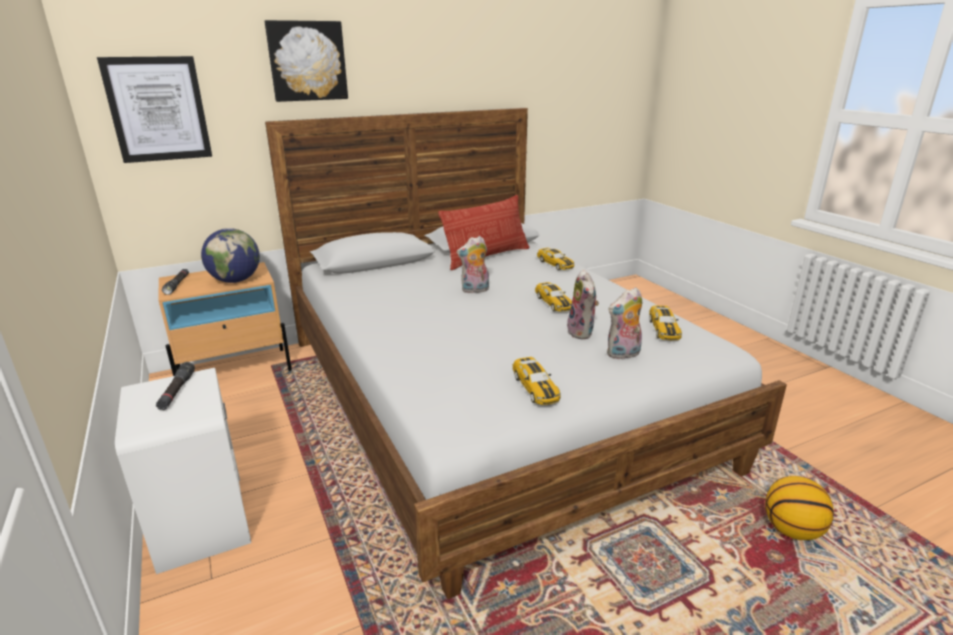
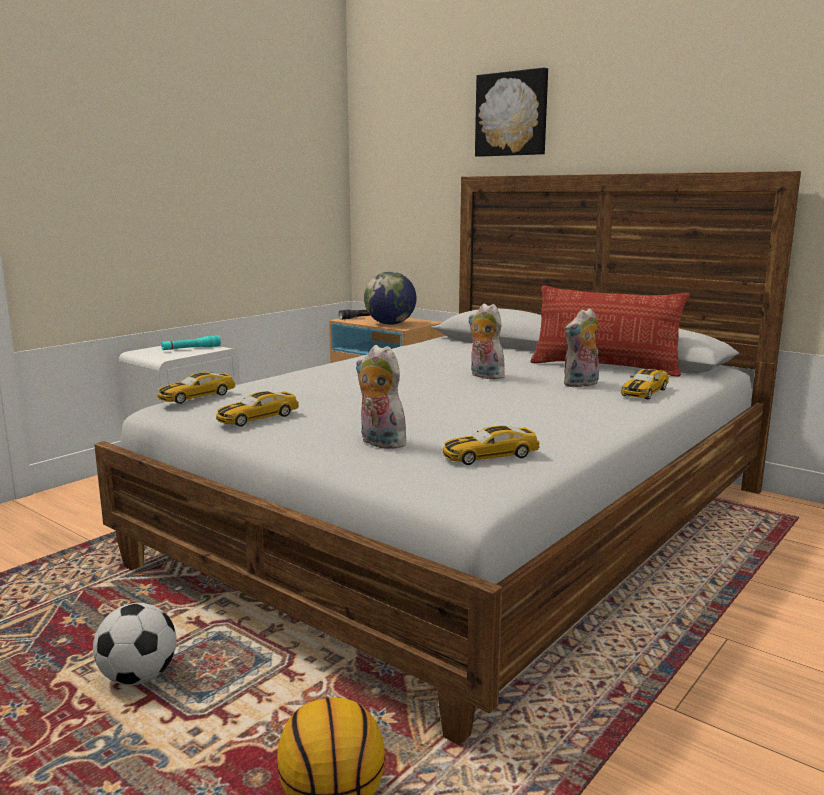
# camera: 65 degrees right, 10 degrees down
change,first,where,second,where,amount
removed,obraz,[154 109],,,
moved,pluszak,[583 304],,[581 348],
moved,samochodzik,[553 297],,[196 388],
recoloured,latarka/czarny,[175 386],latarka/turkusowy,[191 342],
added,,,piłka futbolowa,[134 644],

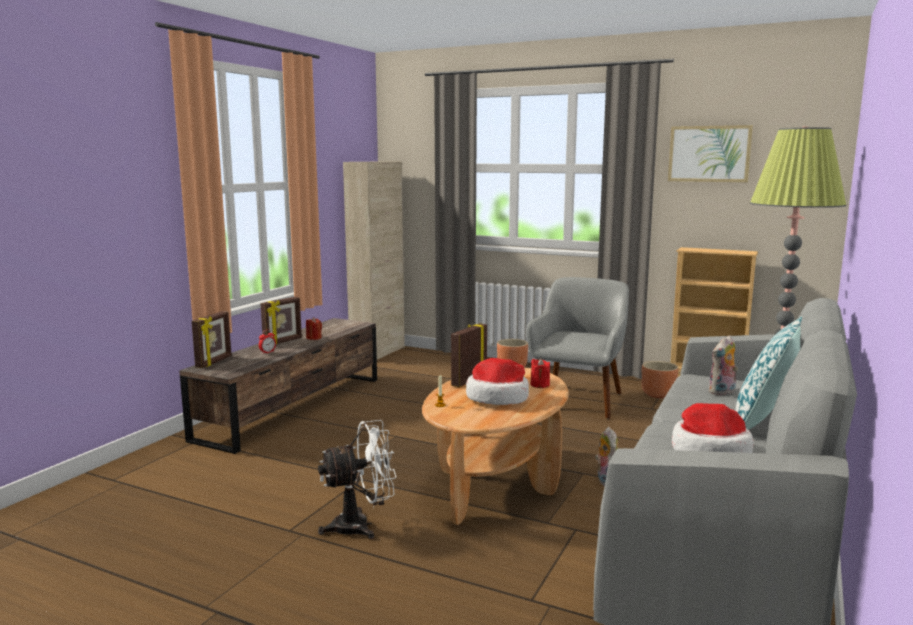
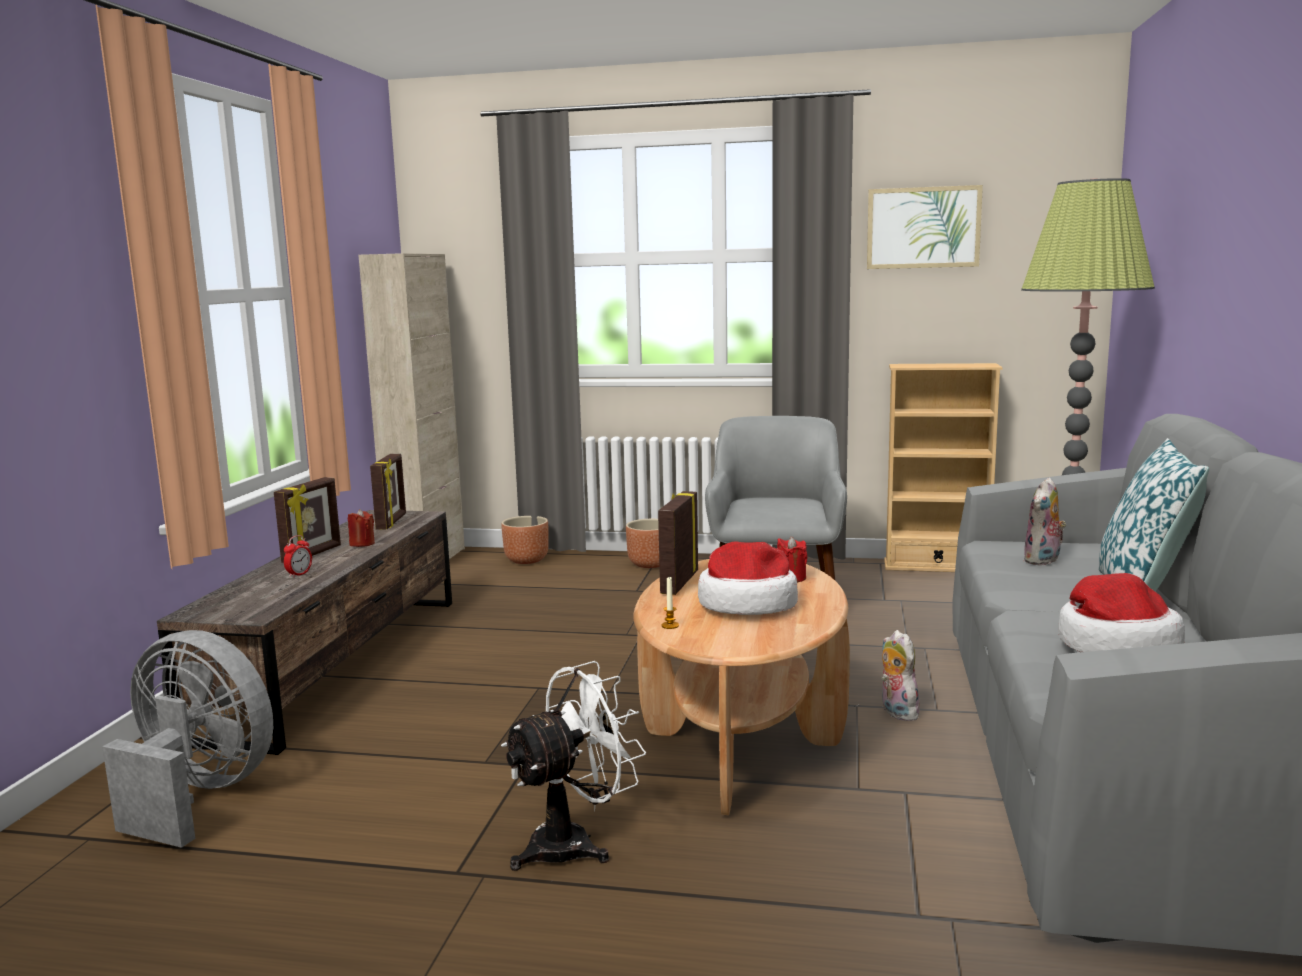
# camera: 15 degrees left, 0 degrees up
change,first,where,second,where,amount
moved,ramka na zdjęcie,[212 339],,[388 491],
moved,donica/brązowy,[660 379],,[525 540],
added,,,wentylator/szary,[187 739],

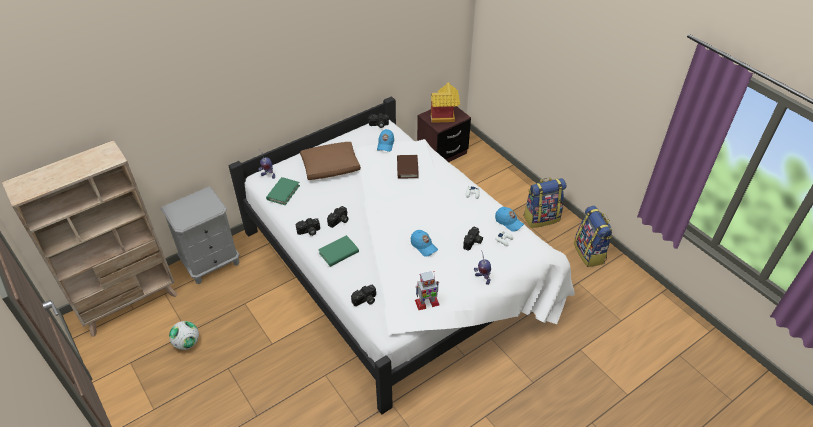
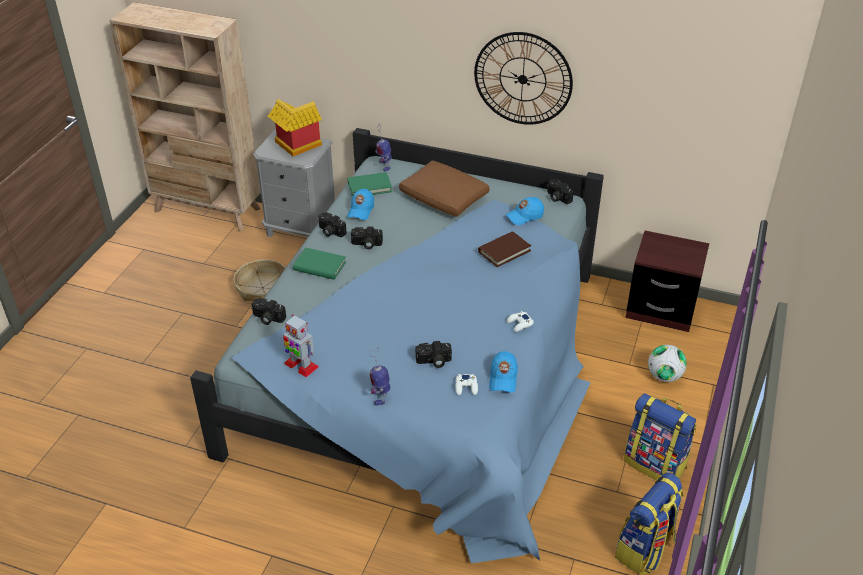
# camera: 55 degrees right, 5 degrees down
change,first,where,second,where,amount
moved,domek,[445 103],,[295 128],
recoloured,łóżko/biały,[402 255],łóżko/niebieski,[397 345],
moved,czapka z daszkiem/niebieski,[424 243],,[360 204],
moved,piłka futbolowa,[184 335],,[667 363],
added,,,zegar ścienny,[523 78],
added,,,koszyk,[259 280],

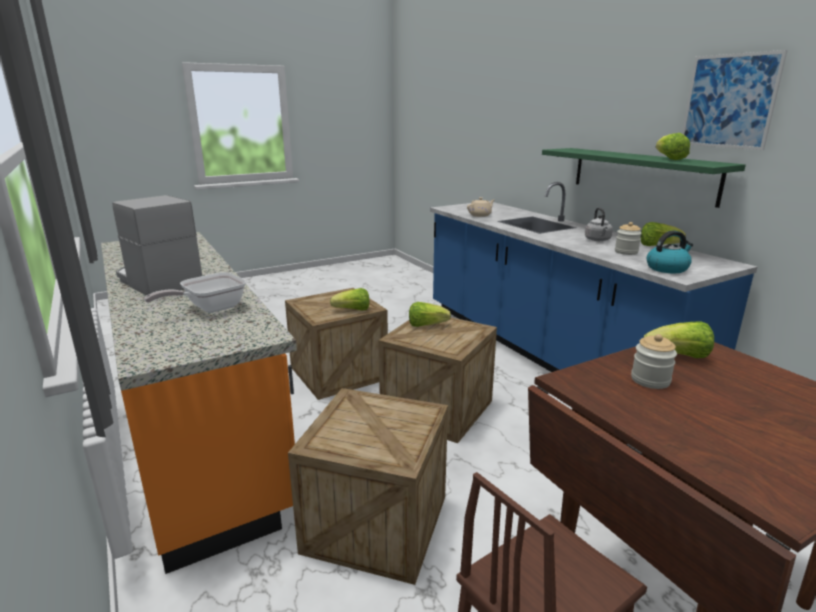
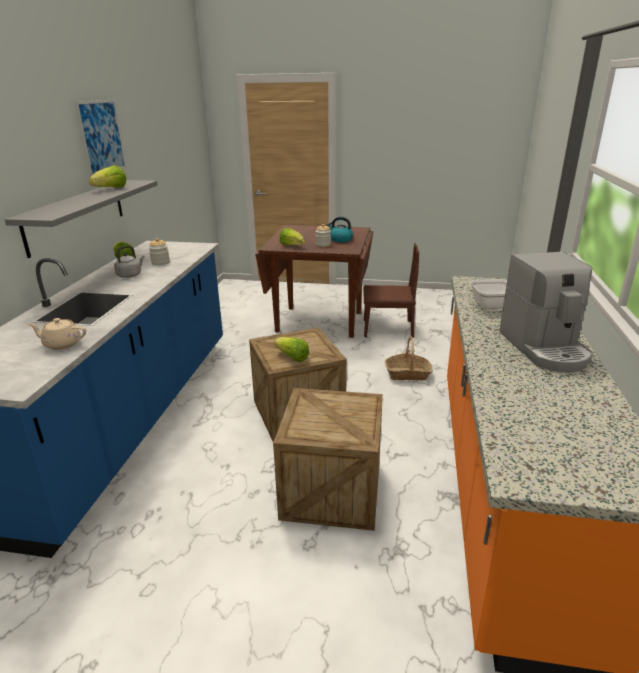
# camera: 140 degrees left, 5 degrees up
change,first,where,second,where,amount
recoloured,półka/zielony,[644 178],półka/szary,[81 219],
moved,czajnik,[669 252],,[339 229],
removed,sałata,[349 299],,,
replaced,skrzynka,[368 486],koszyk,[409 358],

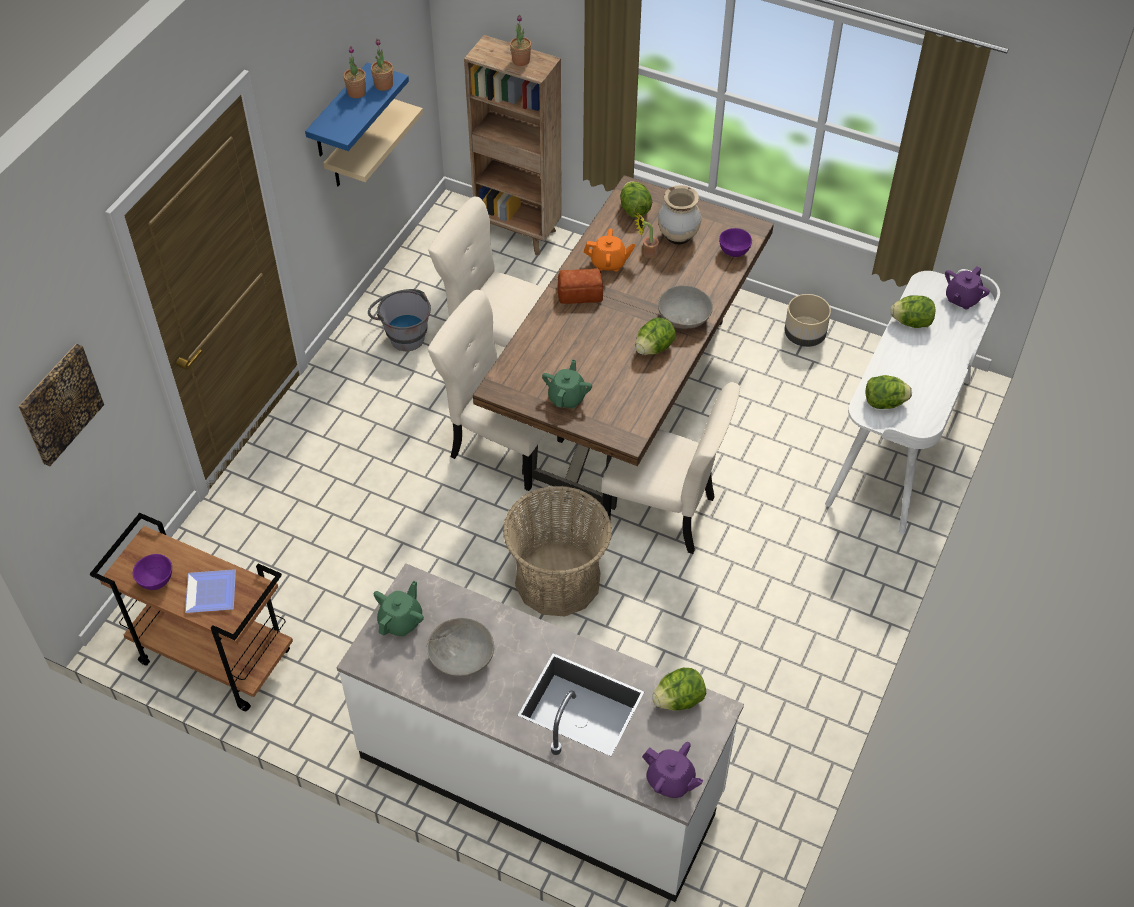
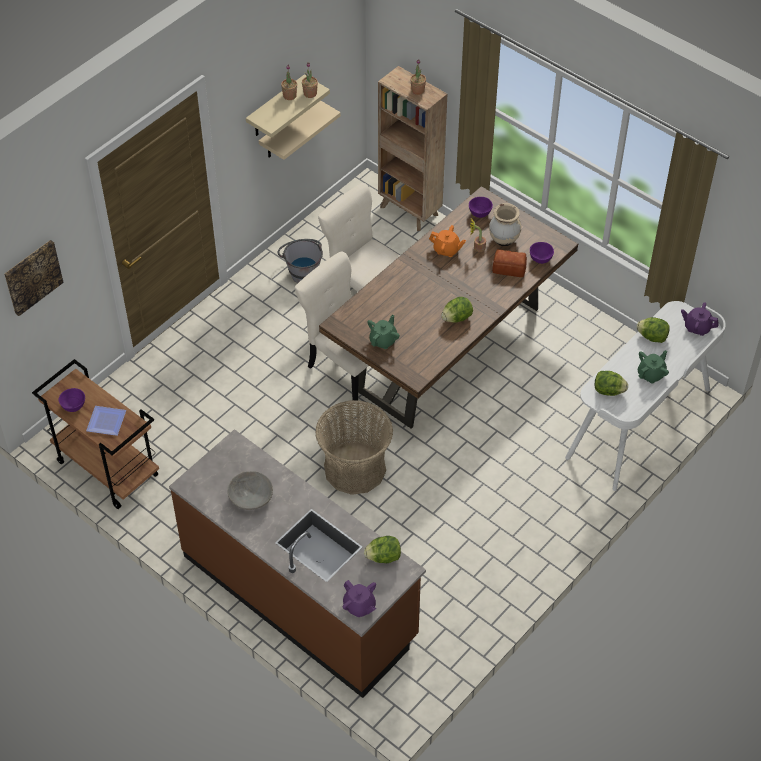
# camera: 15 degrees right, 0 degrees up
change,first,where,second,where,amount
recoloured,półka/niebieski,[357 109],półka/beżowy,[288 106],
replaced,sałata,[636 199],miska/fioletowy,[481 207],
turned,imbryk/fioletowy,[967 288],,[700 319],60 degrees clockwise
moved,chleb,[580 286],,[509 263],
removed,miska/szary,[685 307],,,
removed,donica/beżowy,[807 320],,,
removed,krzesło/beżowy,[670 468],,,
recoloured,zabudowa kuchenna/biały,[540 732],zabudowa kuchenna/brązowy,[297 563],
moved,imbryk/zielony,[399 608],,[653 367],

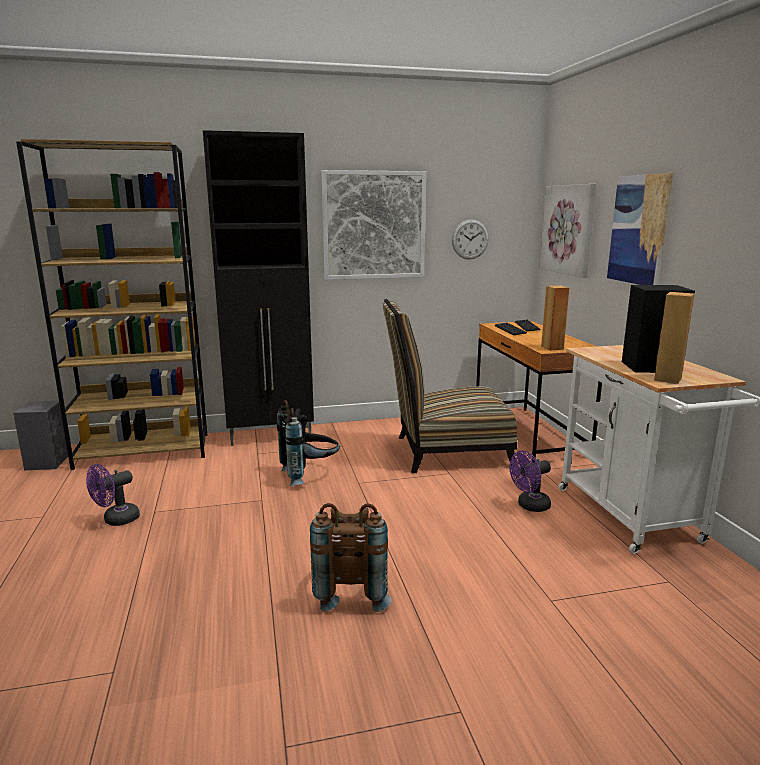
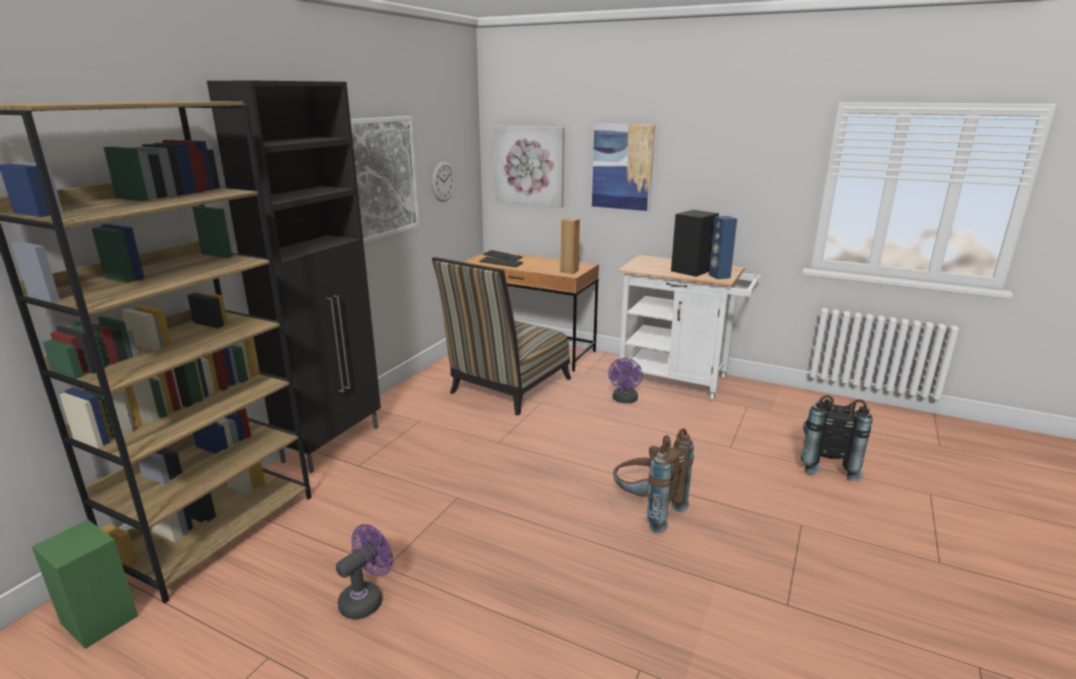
# camera: 50 degrees left, 5 degrees up
change,first,where,second,where,amount
recoloured,głośnik/brązowy,[674 338],głośnik/niebieski,[723 247],
moved,plecak/czarny,[308 443],,[837 438],
recoloured,głośnik/szary,[40 436],głośnik/zielony,[85 584],
turned,wentylator/fioletowy,[113 495],,[364 572],135 degrees counterclockwise

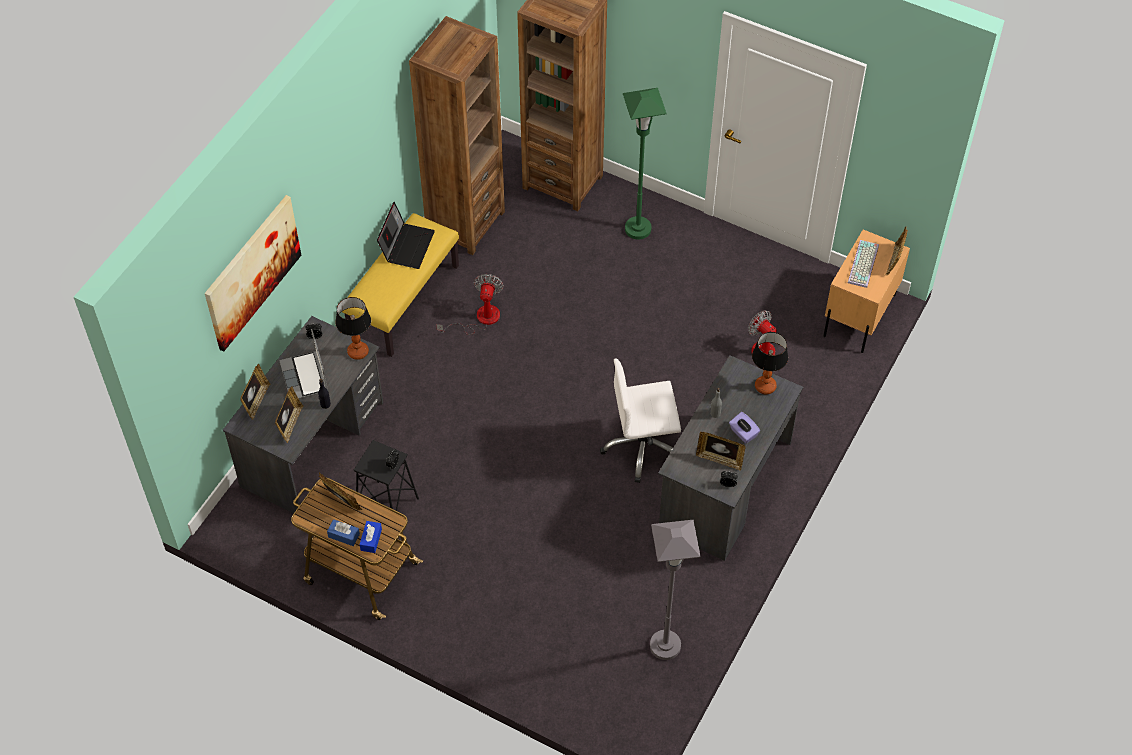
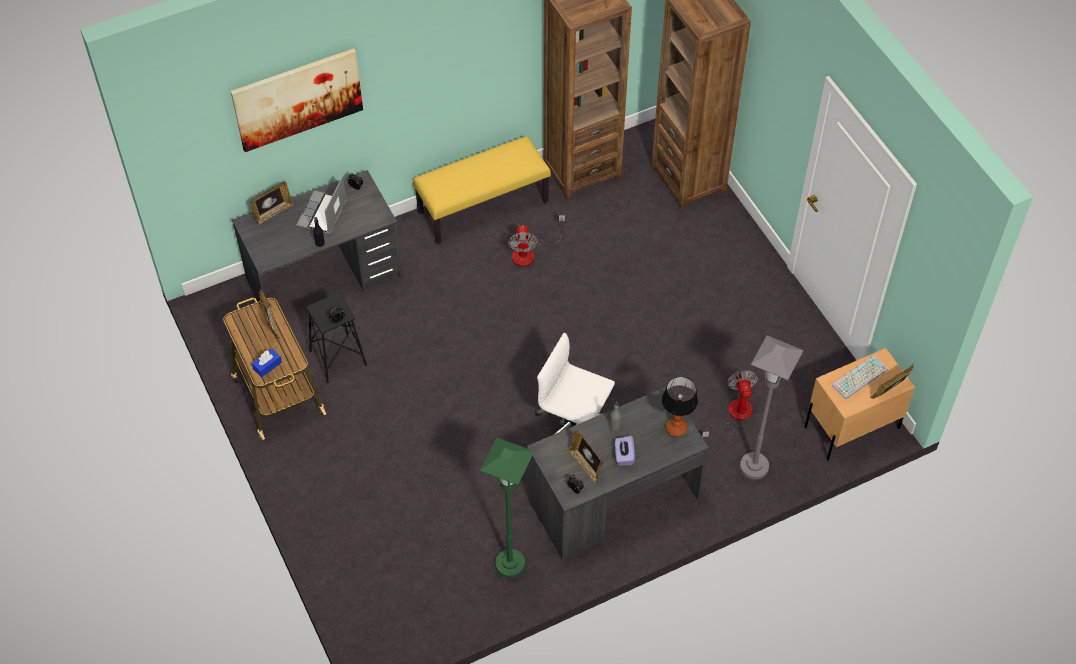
# camera: 35 degrees right, 0 degrees up
change,first,where,second,where,amount
moved,lampa stojąca/zielony,[645 164],,[507 507],
removed,laptop,[406 235],,,
turned,wentylator,[470 304],,[537 241],135 degrees clockwise
removed,lampa stołowa,[353 328],,,
removed,ramka na zdjęcie,[289 414],,,
removed,pudełko chusteczek/niebieski,[343 532],,,
moved,lampa stojąca/szary,[675 590],,[772 407],

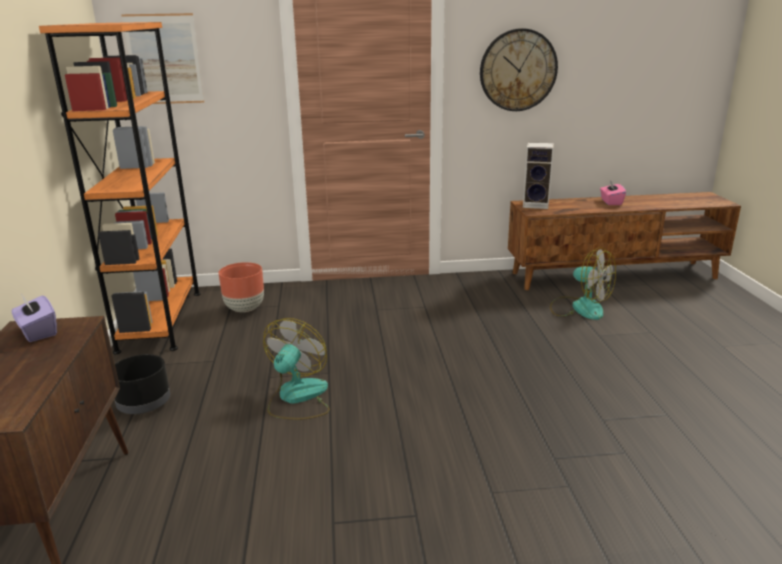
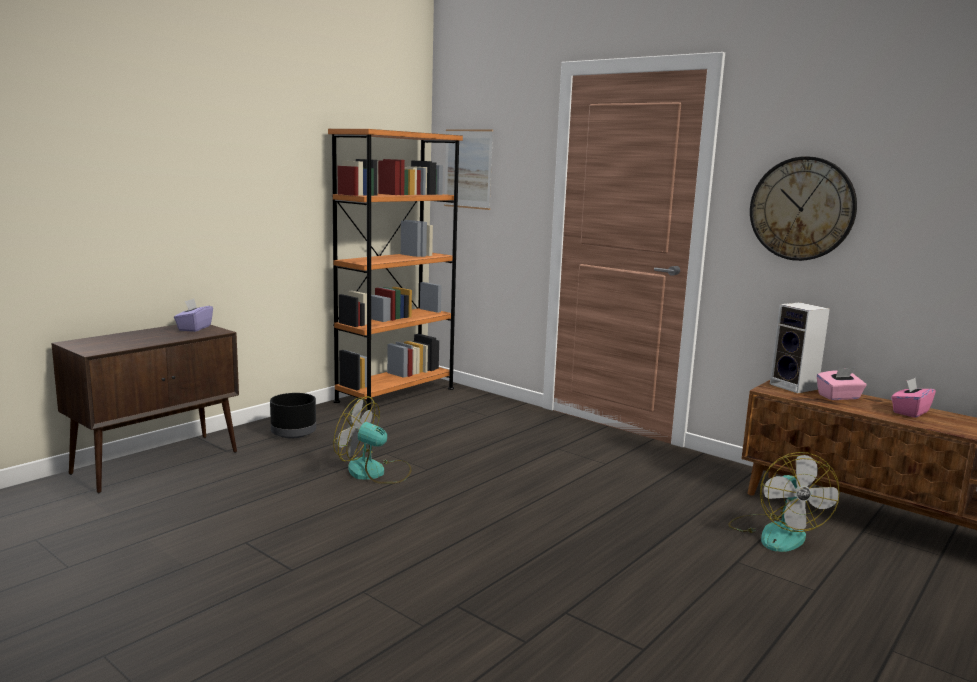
# camera: 45 degrees right, 10 degrees down
change,first,where,second,where,amount
removed,donica/brązowy,[241 287],,,
turned,wentylator,[297 369],,[372 440],135 degrees counterclockwise
added,,,pudełko chusteczek/różowy,[842 384],

